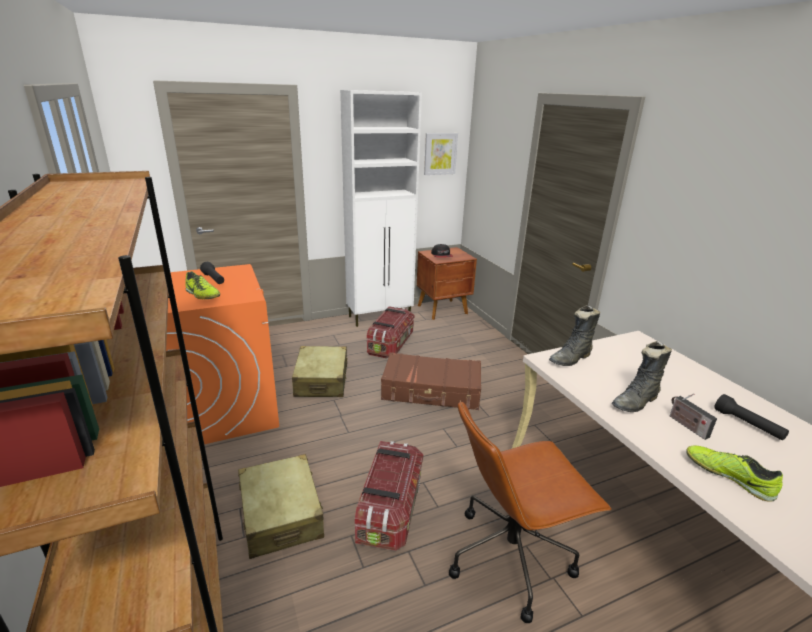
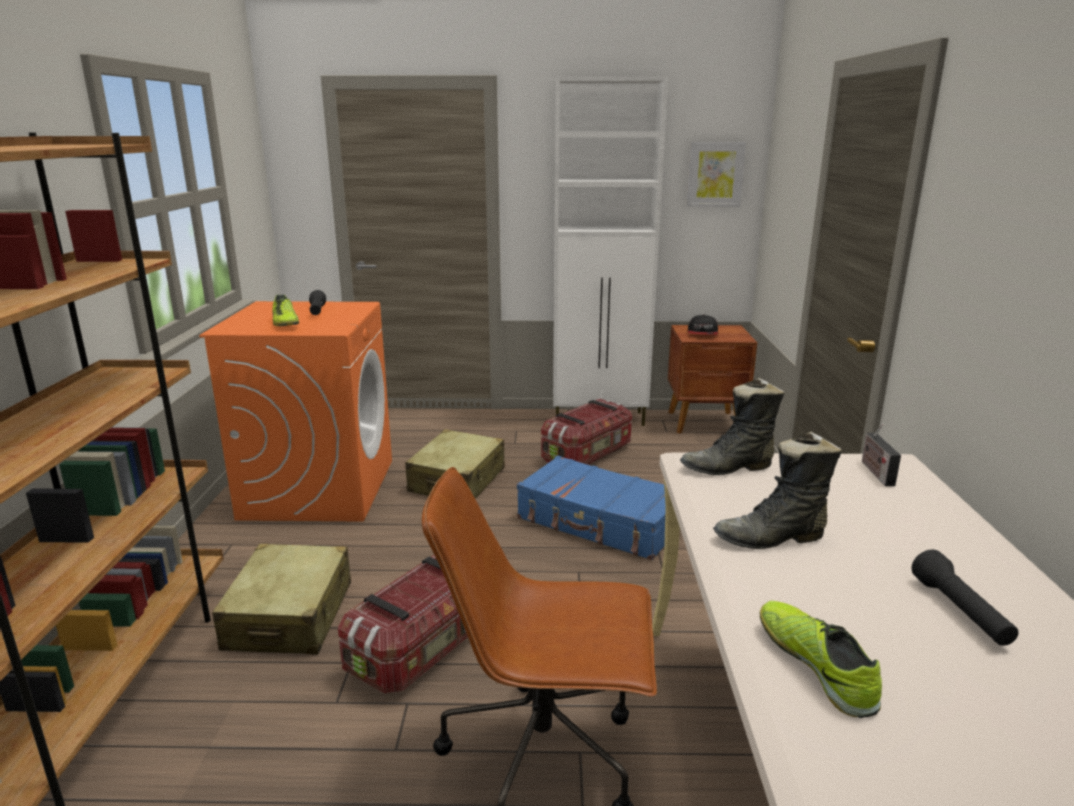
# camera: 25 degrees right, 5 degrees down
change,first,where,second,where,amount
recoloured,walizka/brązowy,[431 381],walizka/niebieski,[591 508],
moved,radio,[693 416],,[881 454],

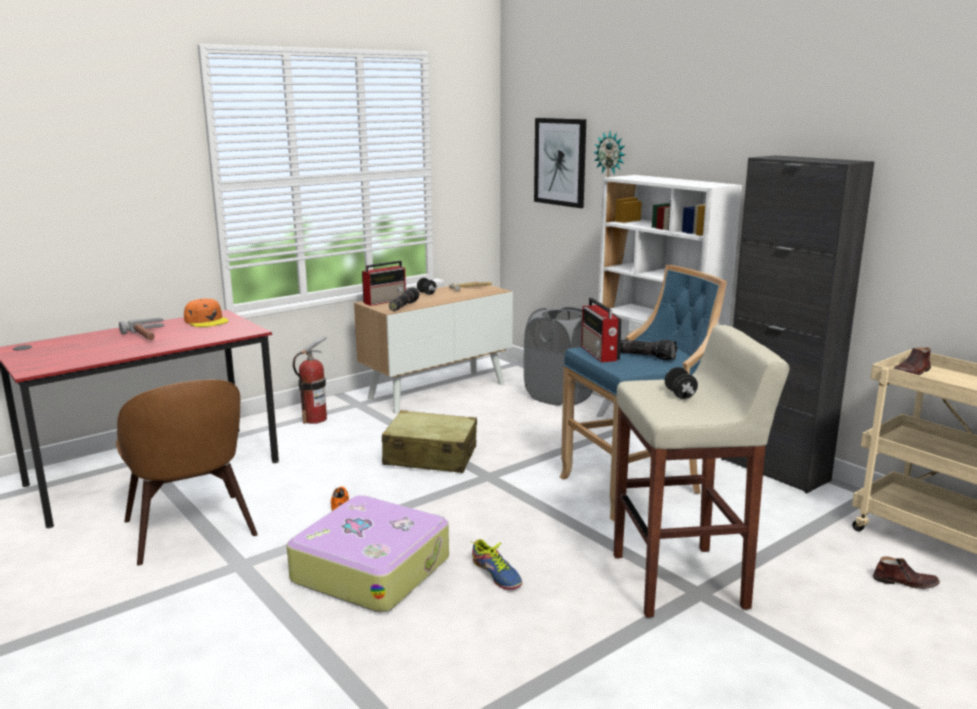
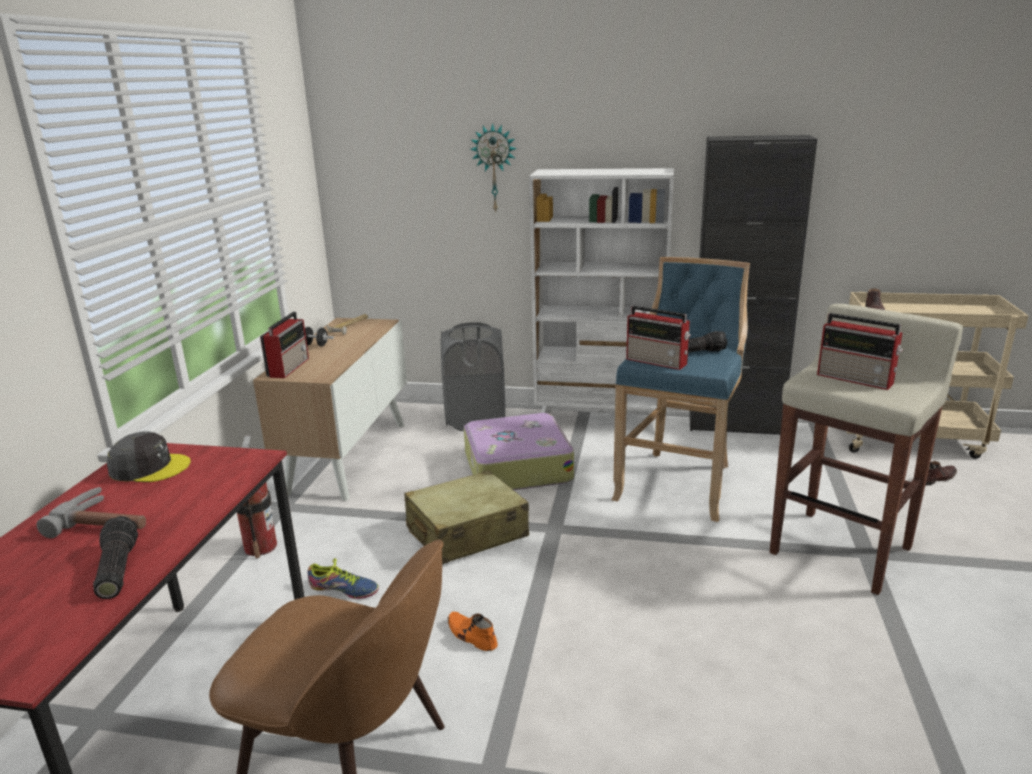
# camera: 40 degrees left, 5 degrees up
change,first,where,second,where,amount
removed,obraz,[560 163],,,
moved,latarka,[404 299],,[115 557],
recoloured,czapka z daszkiem/pomarańczowy,[206 313],czapka z daszkiem/szary,[149 456],
replaced,hantel/czarny,[681 383],radio,[860 351],
moved,walizka,[368 554],,[519 451],
moved,but,[496 564],,[343 578],

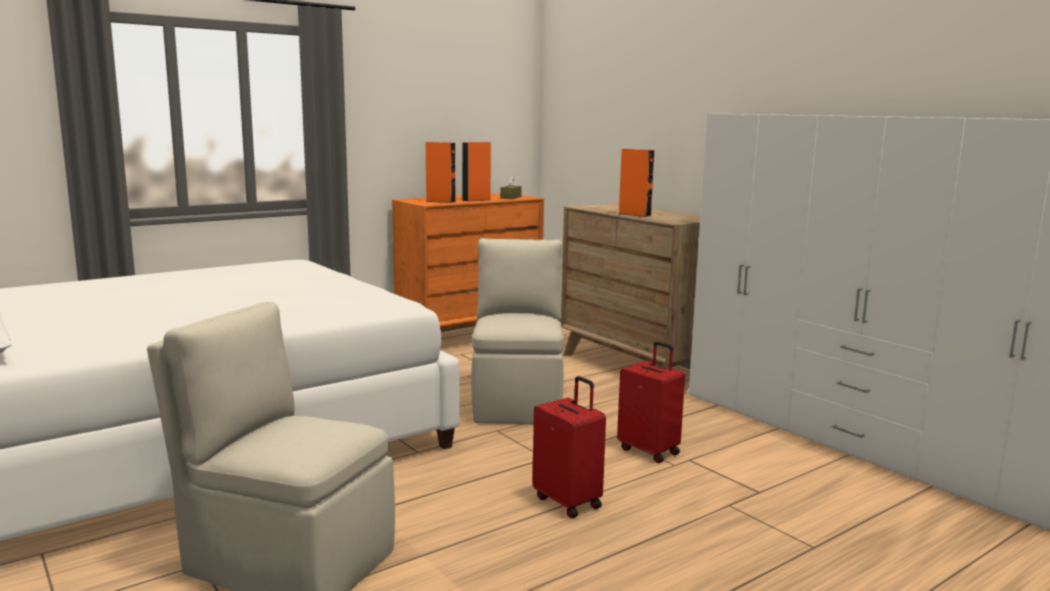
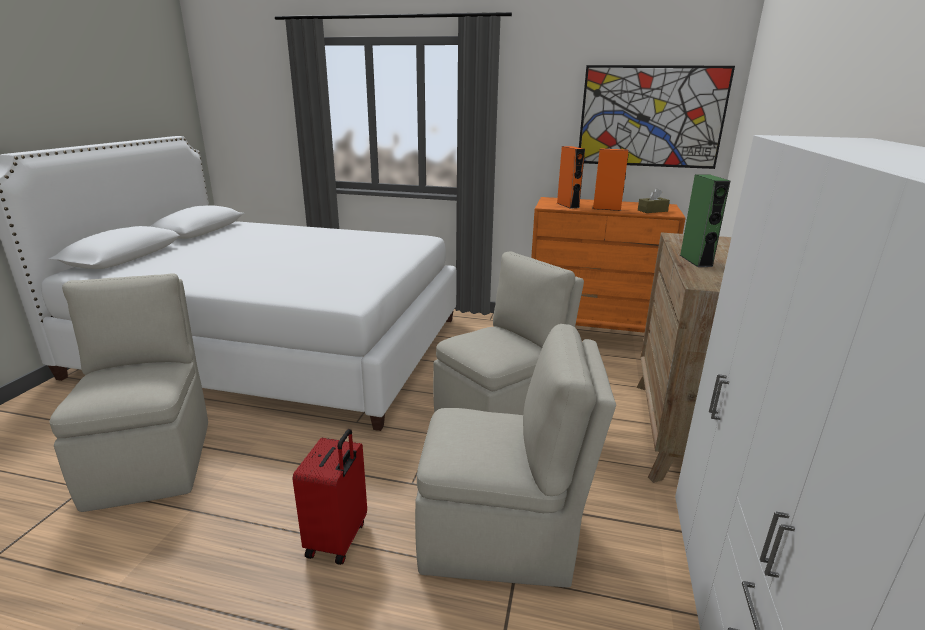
# camera: 50 degrees right, 10 degrees up
change,first,where,second,where,amount
recoloured,głośnik/pomarańczowy,[636 183],głośnik/zielony,[705 220],
replaced,walizka/czerwony,[651 402],krzesło/beżowy,[515 456],
added,,,obraz,[657 117],

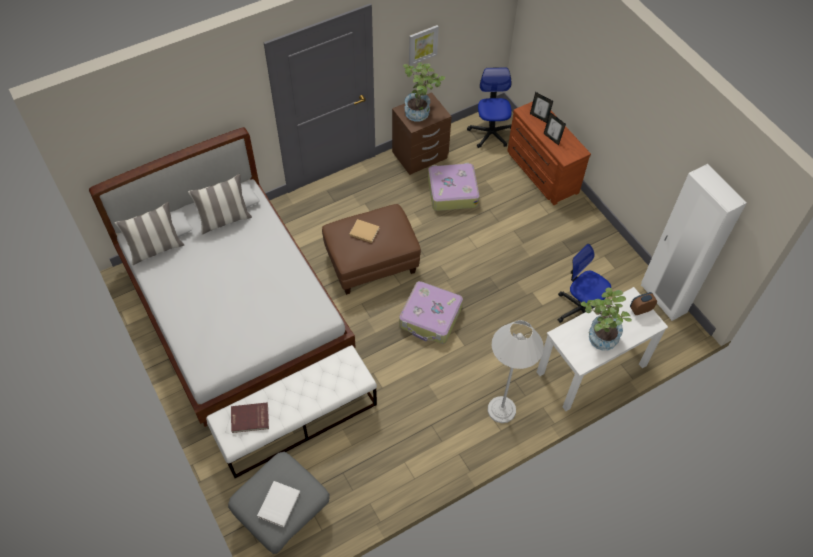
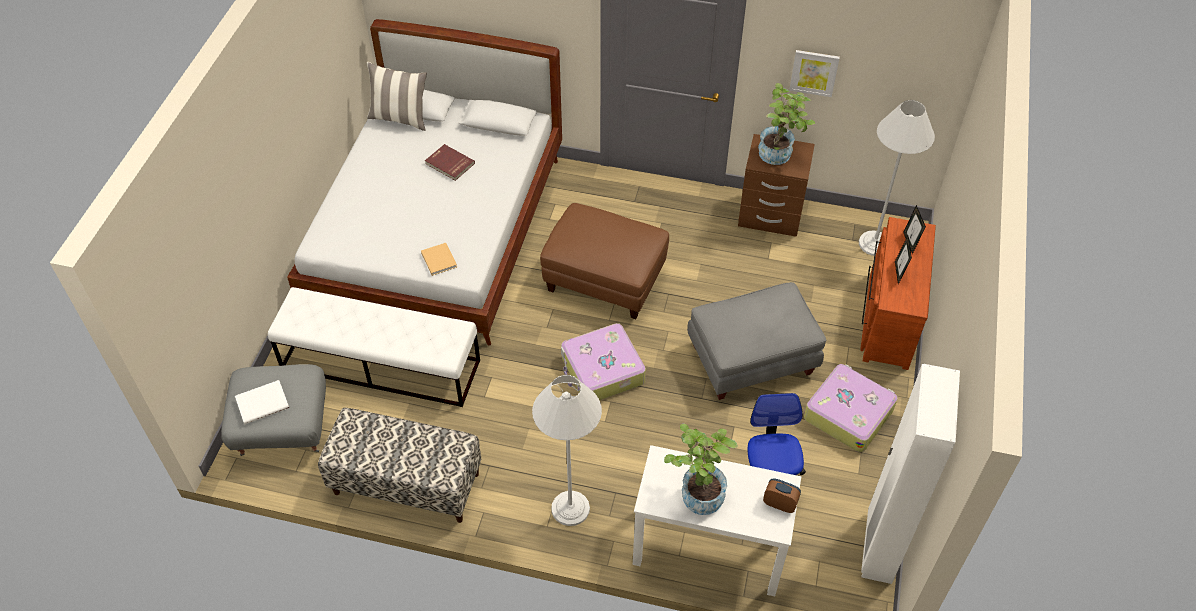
# camera: 45 degrees right, 5 degrees down
change,first,where,second,where,amount
replaced,krzesło biurowe,[489 107],lampa stojąca/biały,[897 178],
moved,walizka,[454 187],,[851 408],
removed,poduszka,[220 204],,,
moved,książka/beżowy,[364 231],,[439 259],
moved,książka/czerwony,[250 417],,[450 162],
added,,,pufa/szary,[756 341],
added,,,ławka,[399 465],

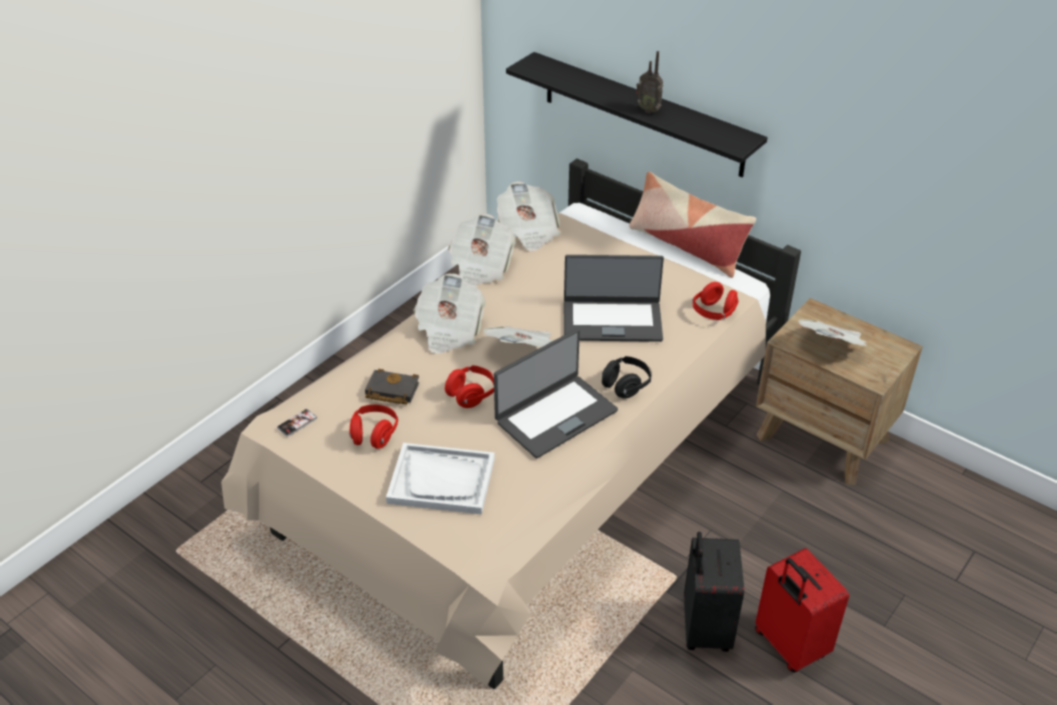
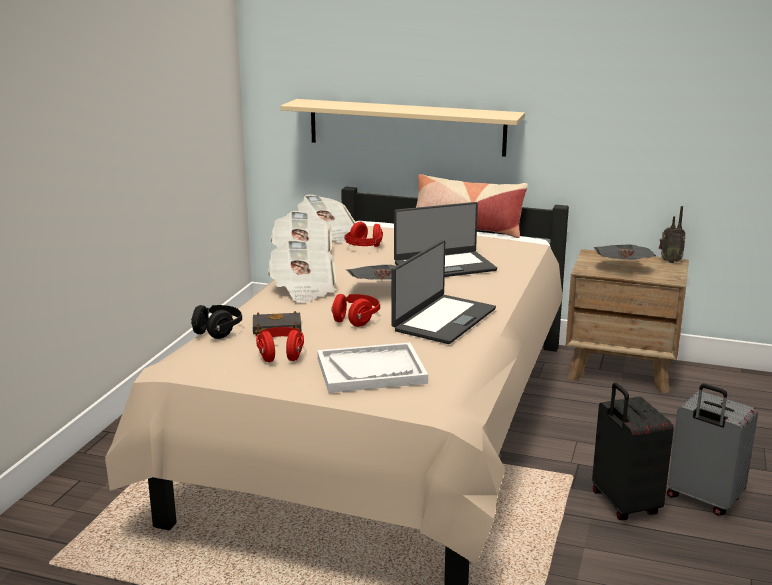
# camera: 20 degrees left, 20 degrees down
change,first,where,second,where,amount
moved,radio,[649 82],,[672 234],
recoloured,półka/czarny,[637 114],półka/beżowy,[402 128],
moved,słuchawki/czerwony,[715 301],,[364 234],
moved,słuchawki/czarny,[627 377],,[216 322],
removed,telefon,[297 423],,,
recoloured,walizka/czerwony,[802 610],walizka/szary,[712 449],

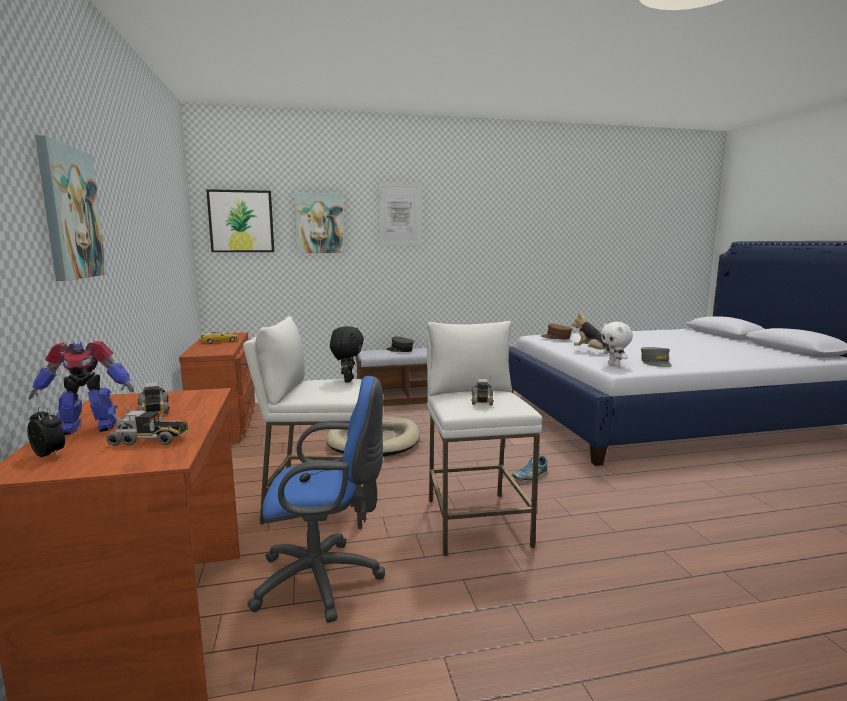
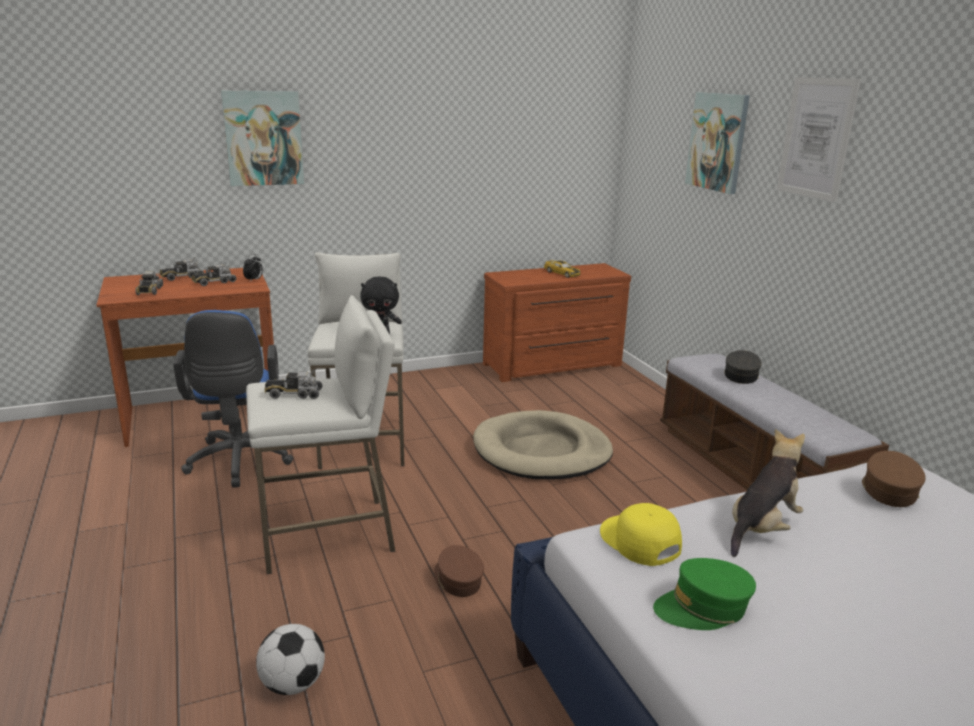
# camera: 80 degrees right, 10 degrees up
change,first,where,second,where,amount
removed,obraz,[240 220],,,
replaced,pluszak/biały,[617 344],czapka z daszkiem/żółty,[641 534],
replaced,robot zabawkowy,[81 388],ciężarówka zabawkowa,[182 269],
recoloured,czapka z daszkiem/szary,[656 357],czapka z daszkiem/zielony,[704 594],
moved,budzik,[46 431],,[253 267],
replaced,but,[530 468],czapka z daszkiem/brązowy,[459 571],
added,,,piłka futbolowa,[290 659],

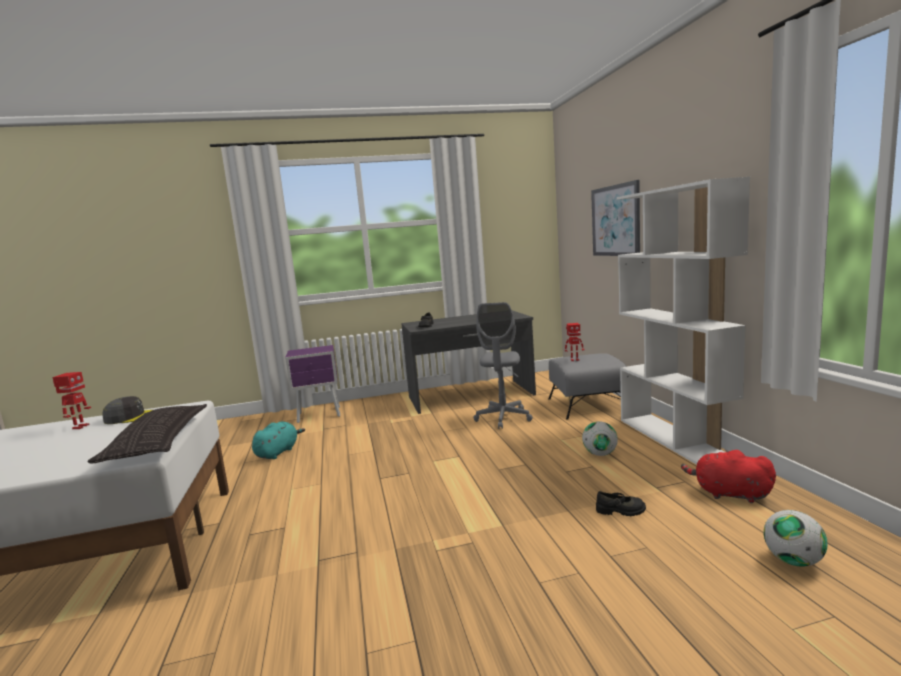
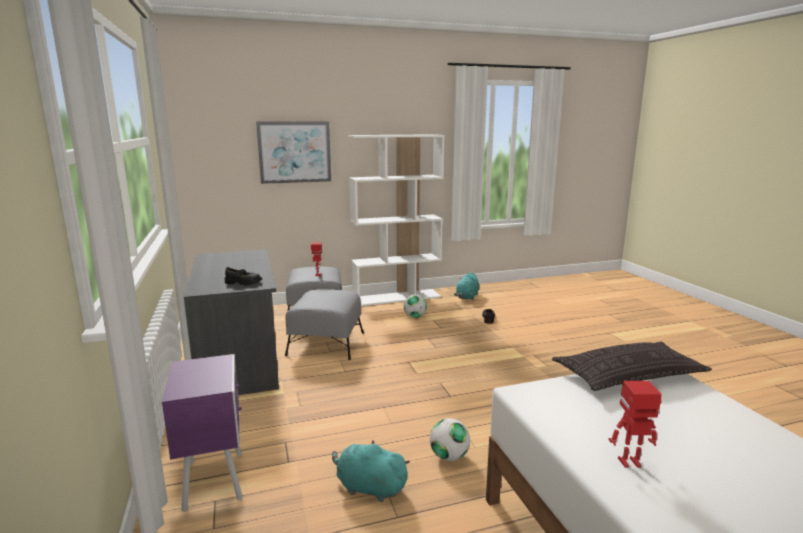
# camera: 95 degrees left, 5 degrees up
change,first,where,second,where,amount
replaced,krzesło biurowe/szary,[503 365],pufa/szary,[324 324],
removed,czapka z daszkiem/szary,[127 410],,,
recoloured,pluszak/czerwony,[728 476],pluszak/turkusowy,[466 286],
moved,piłka futbolowa,[796 538],,[450 439],

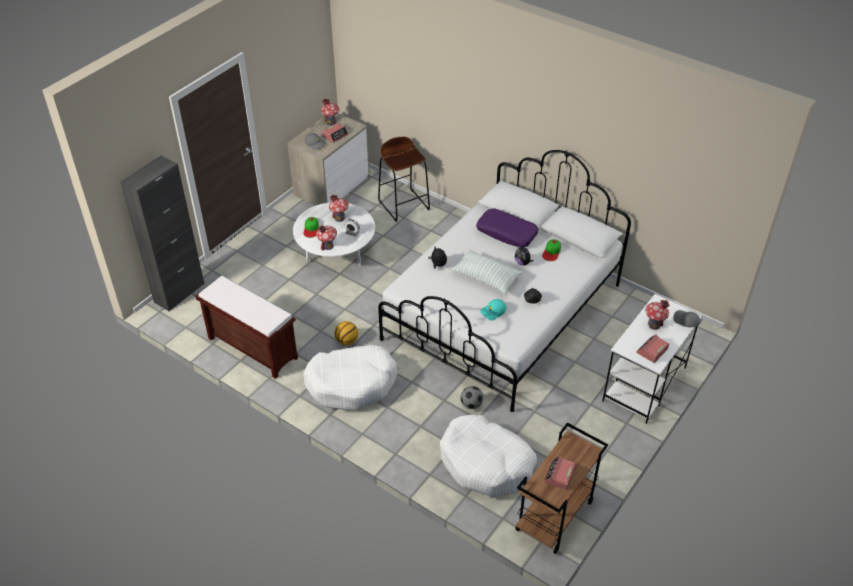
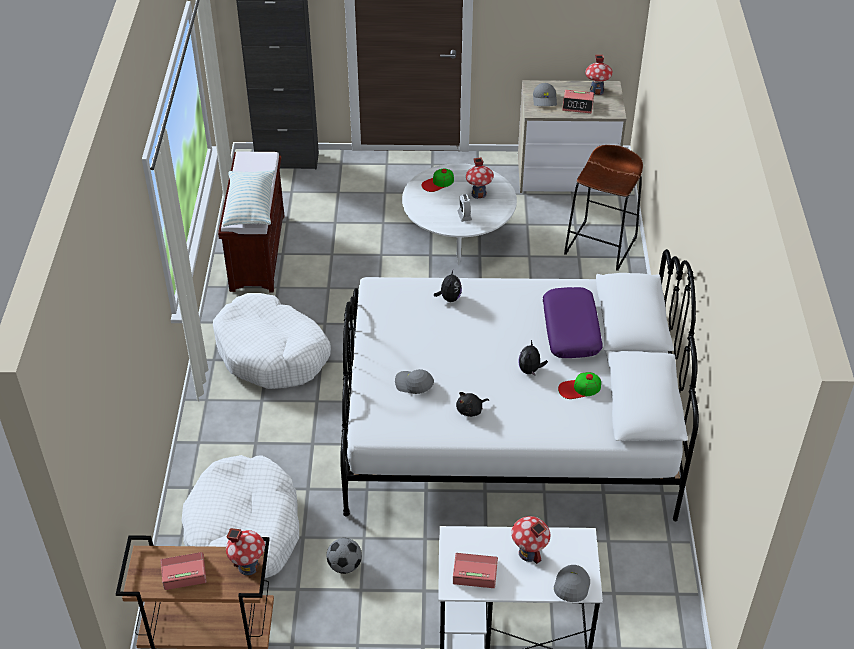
# camera: 55 degrees right, 0 degrees up
change,first,where,second,where,amount
moved,domek,[326 237],,[245 551],
moved,poduszka,[487 271],,[249 198],
recoloured,czapka z daszkiem/turkusowy,[494 309],czapka z daszkiem/szary,[414 381],
removed,piłka do koszykówki,[346 333],,,
moved,piłka futbolowa,[472 397],,[344 556],

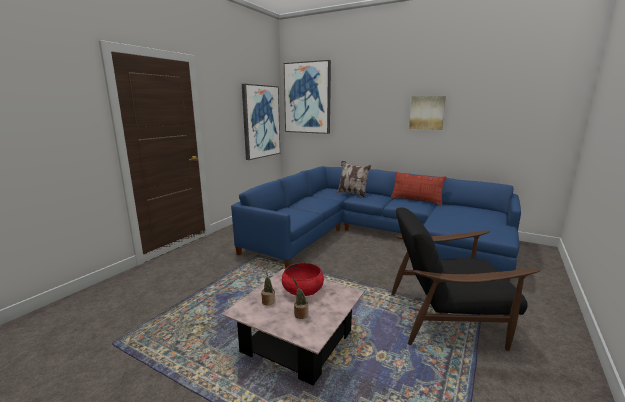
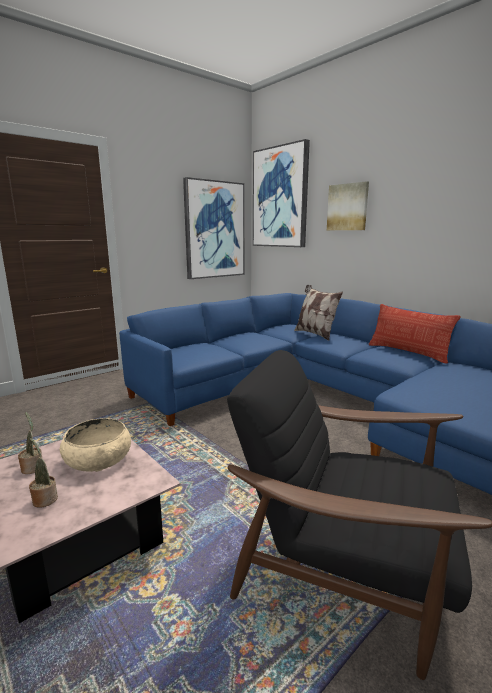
# camera: 20 degrees right, 0 degrees up
change,first,where,second,where,amount
moved,obraz,[427 113],,[348 205],
recoloured,miska/czerwony,[303 279],miska/beżowy,[95 445],

